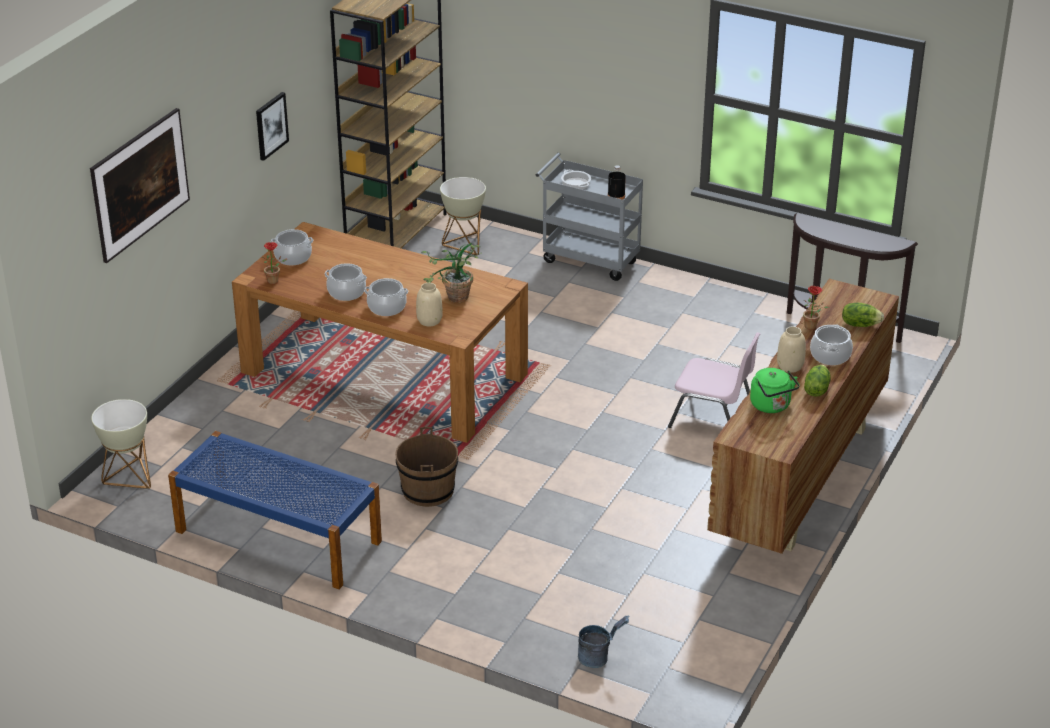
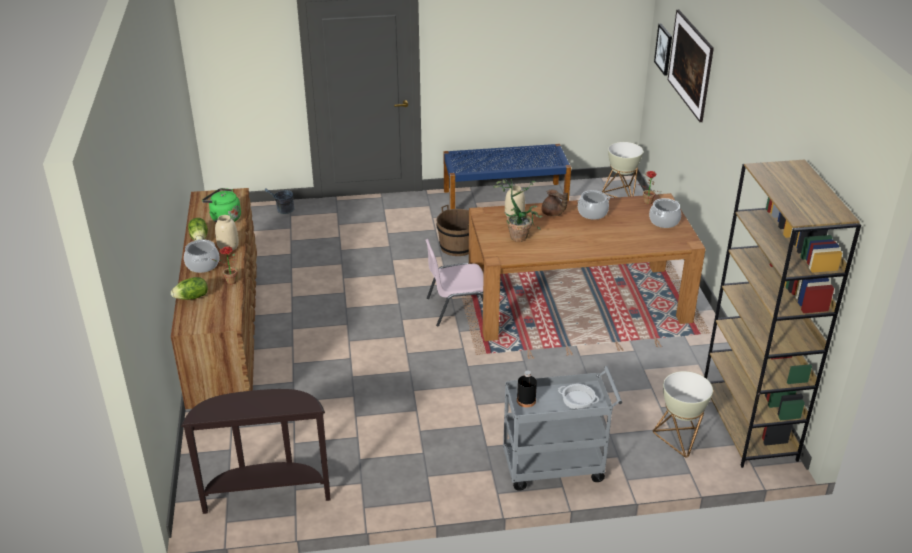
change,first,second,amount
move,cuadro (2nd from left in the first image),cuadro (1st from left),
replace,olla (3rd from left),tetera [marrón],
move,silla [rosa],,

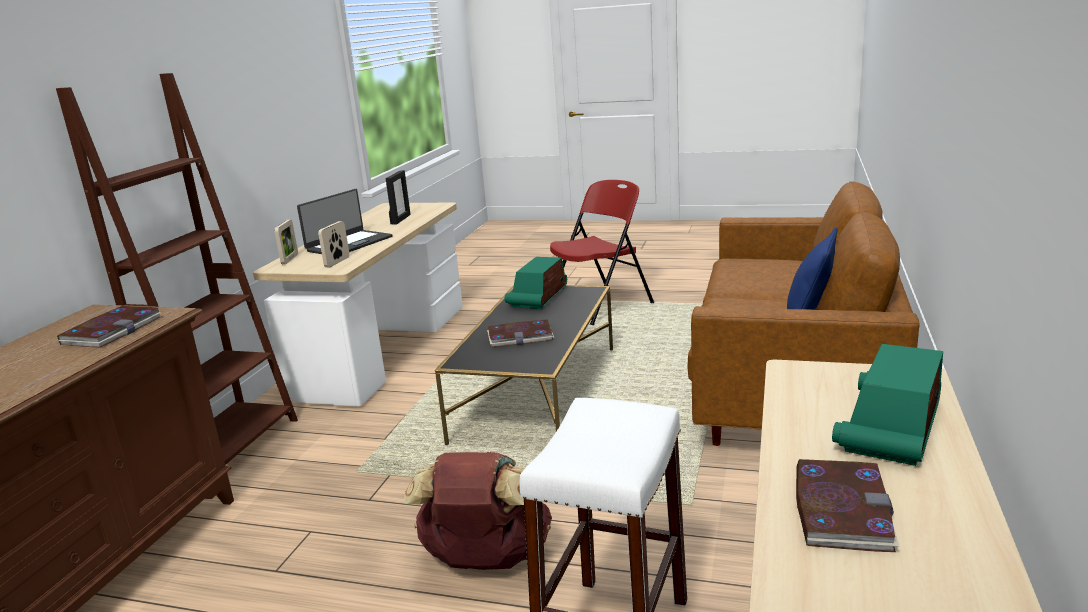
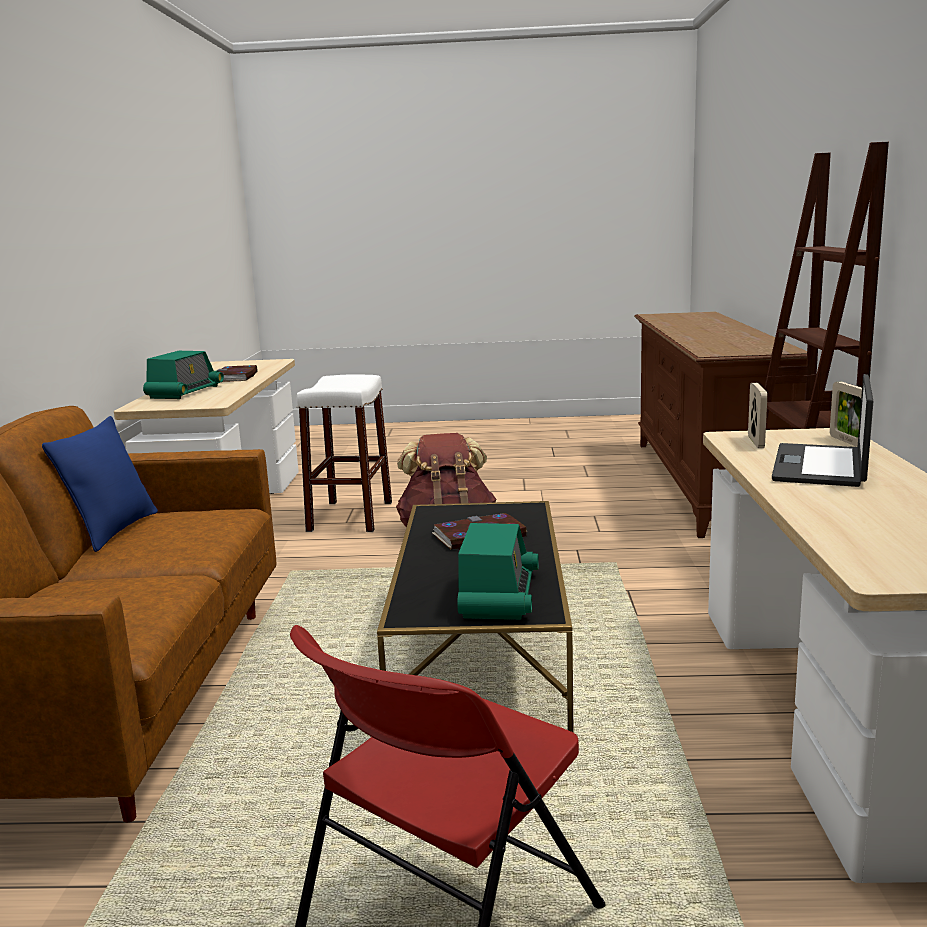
change,first,second,amount
delete,portarretratos (3rd from left),,
delete,libro (1st from left),,

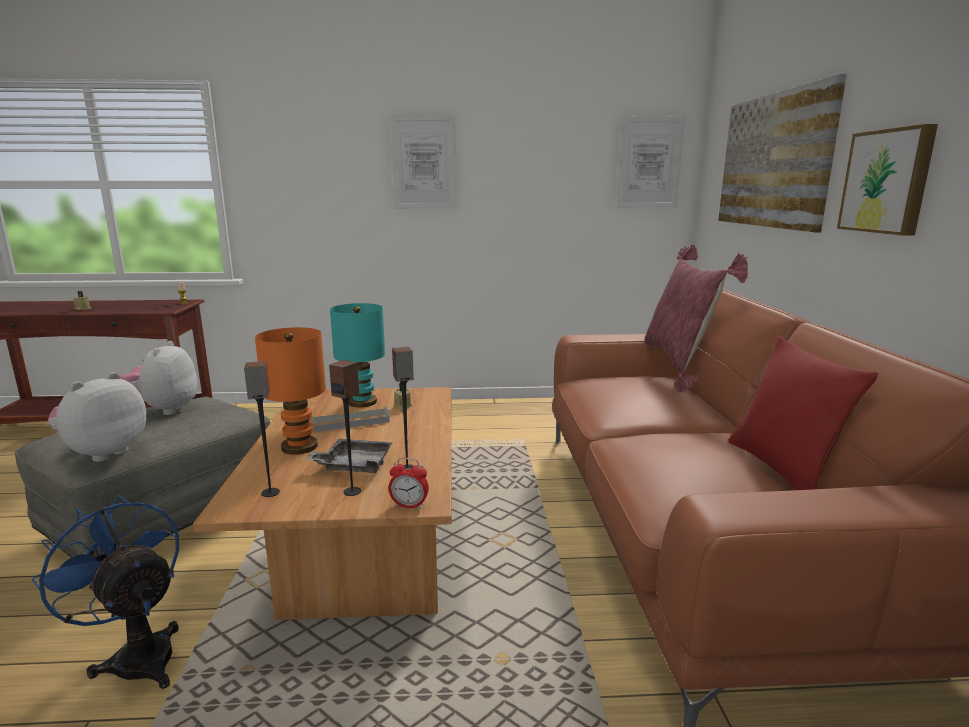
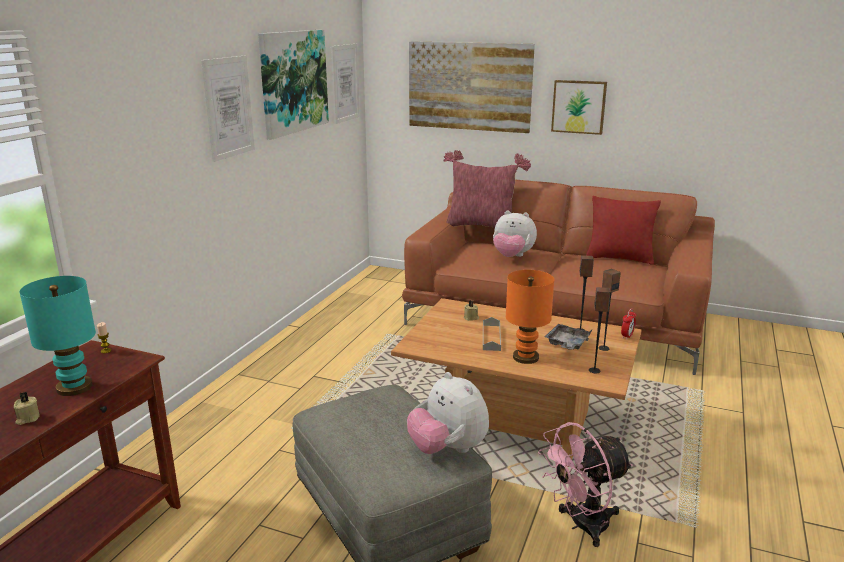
change,first,second,amount
move,lámpara de mesa [turquesa],,
move,peluche (2nd from left),,
recolor,ventilador [azul],ventilador [rosa],
insert,,cuadro (2nd from left),

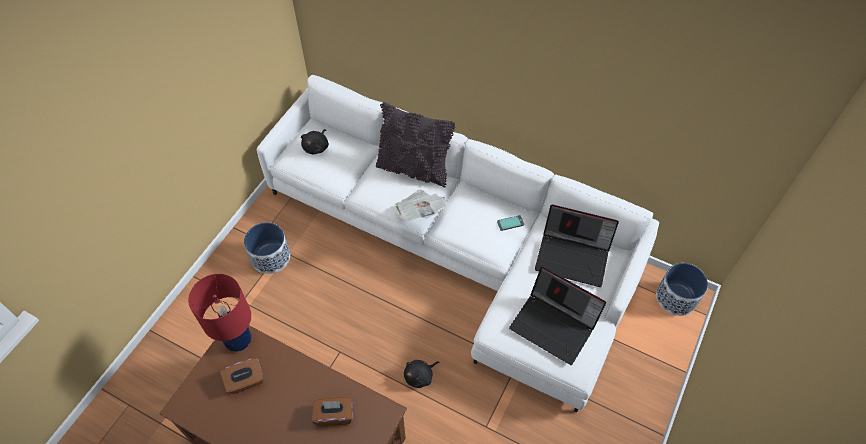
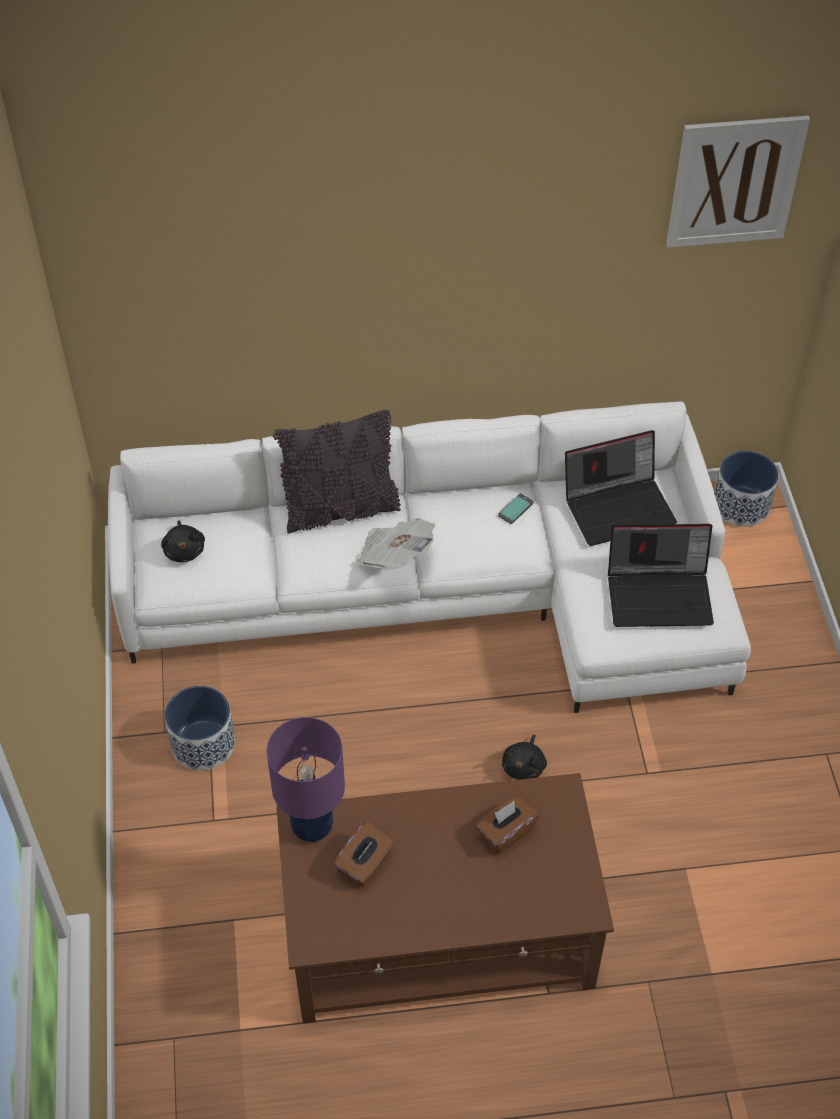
change,first,second,amount
recolor,lámpara de mesa [rojo],lámpara de mesa [morado],
insert,,cuadro,

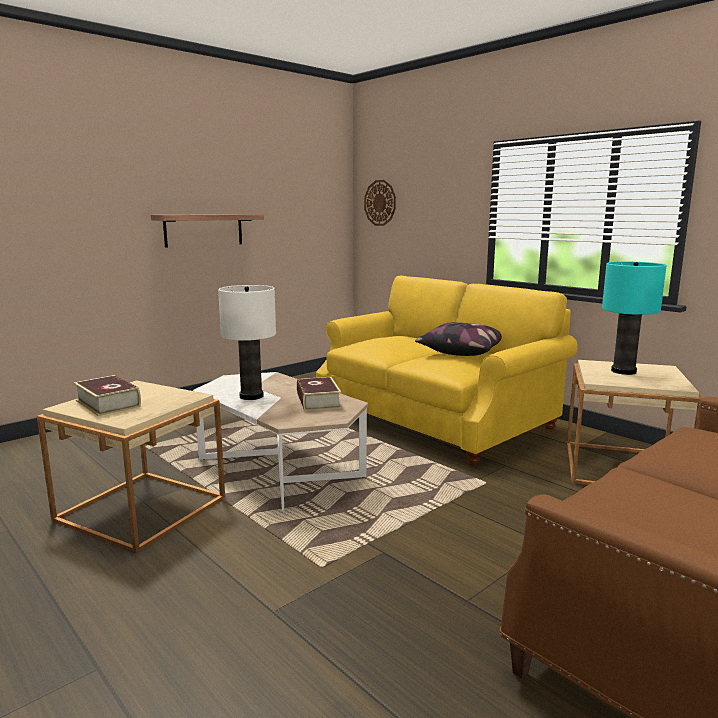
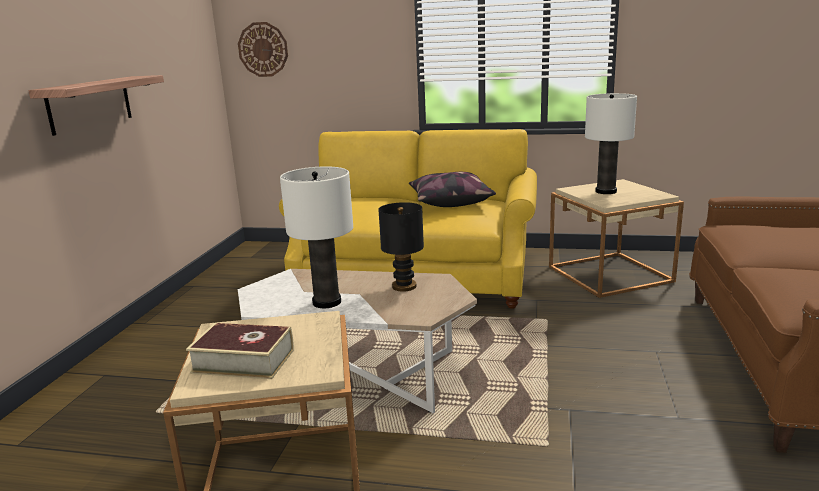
change,first,second,amount
recolor,lámpara de mesa [turquesa],lámpara de mesa [blanco] (2nd from left),
replace,libro (2nd from left),lámpara de mesa [negro],

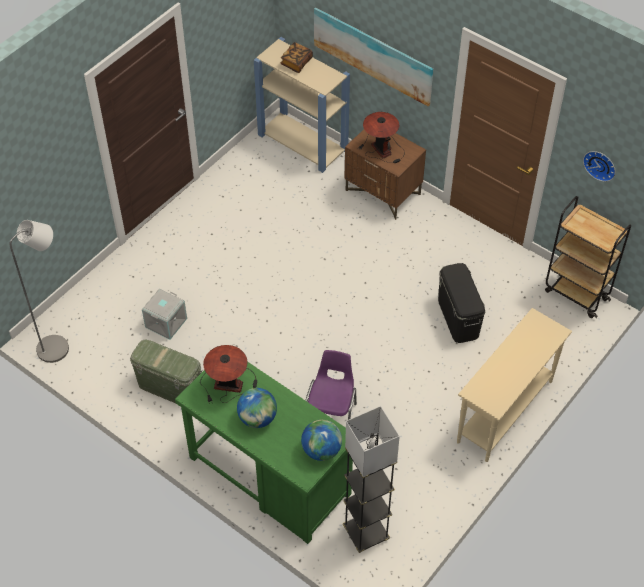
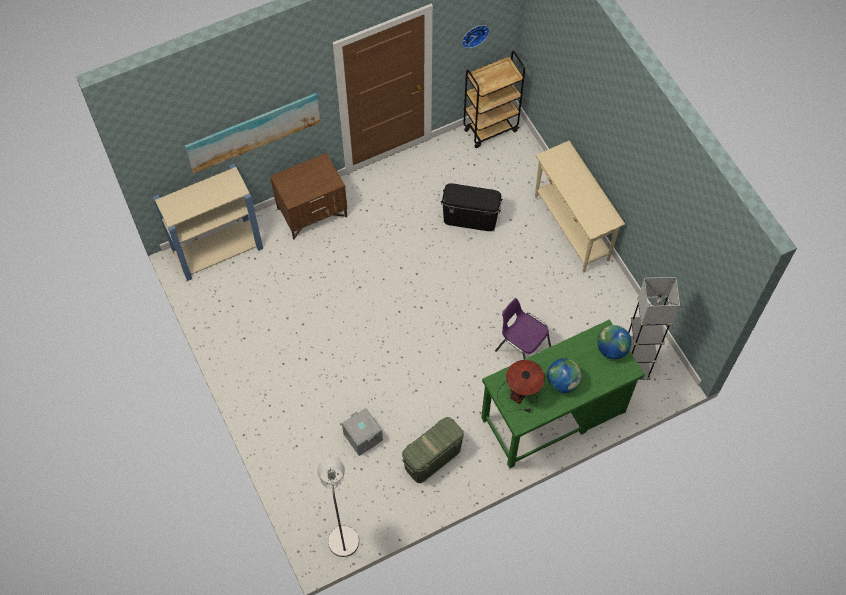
change,first,second,amount
delete,libro,,
delete,lámpara de mesa (2nd from left),,

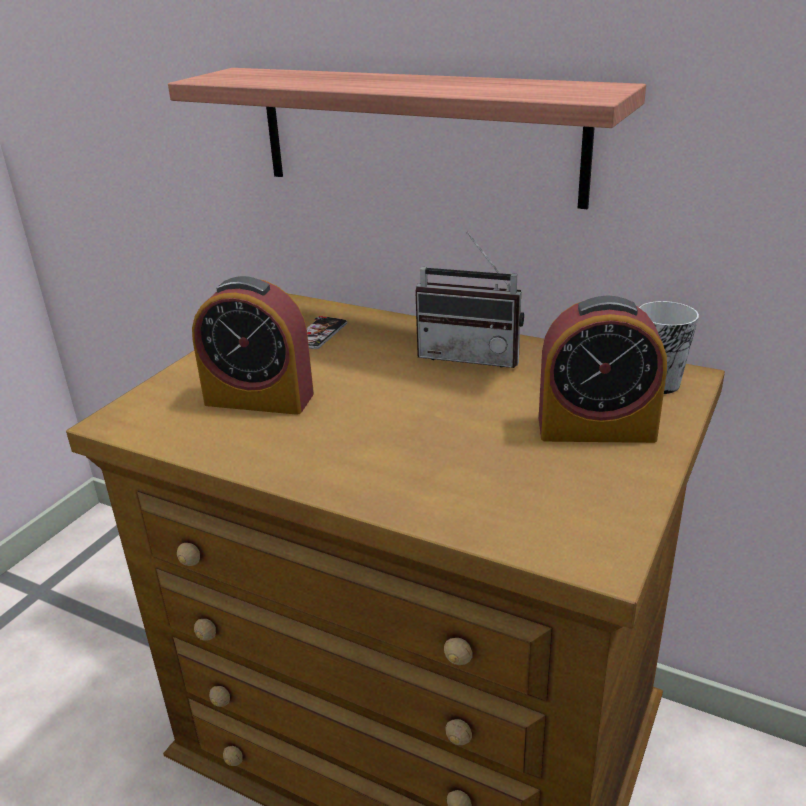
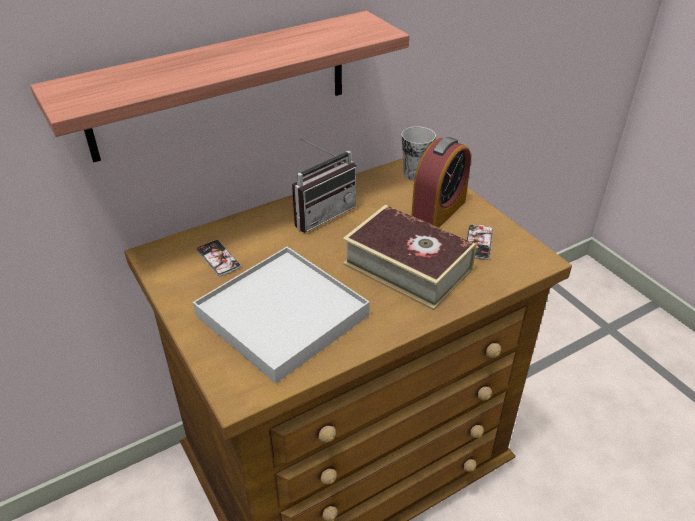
change,first,second,amount
replace,despertador (1st from left),bandeja [blanco],
insert,,libro,
insert,,móvil (2nd from left),

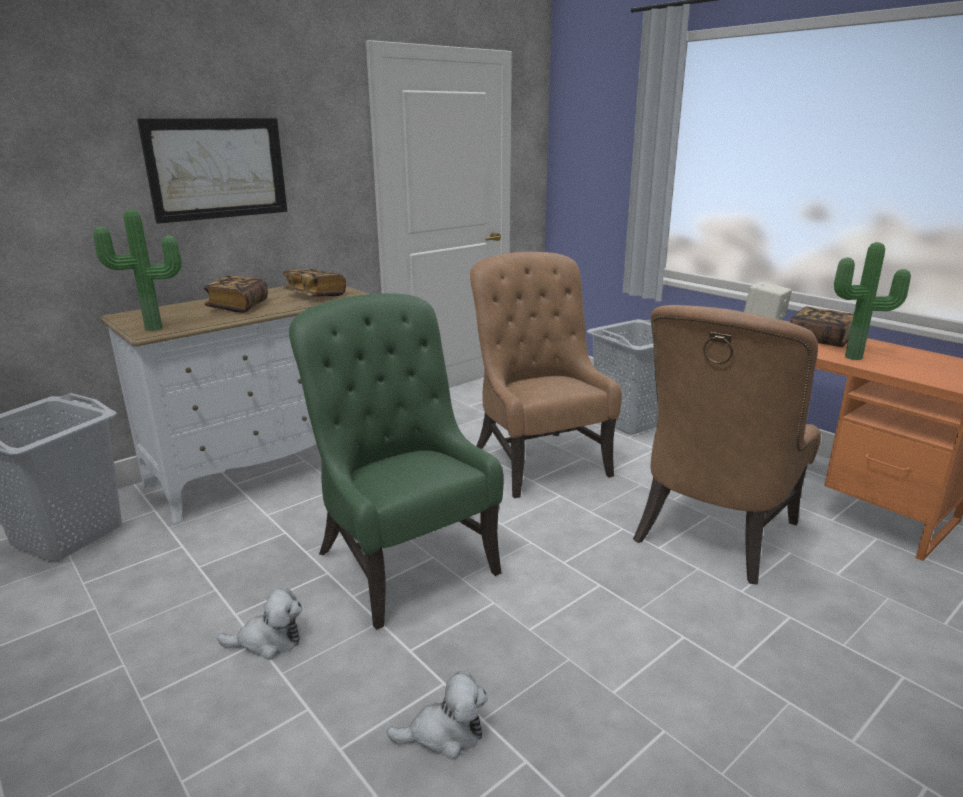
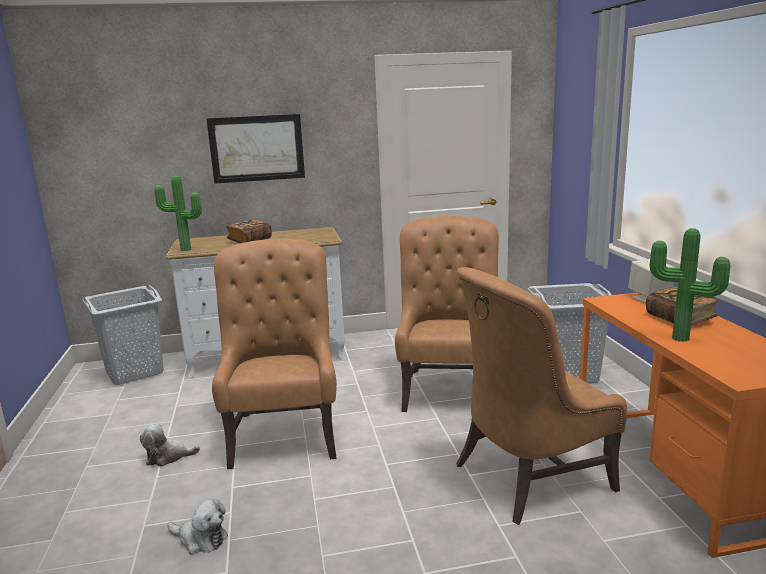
change,first,second,amount
delete,libro (2nd from left),,
recolor,silla [verde],silla [marrón] (1st from left),
rotate,peluche (1st from left),,150 degrees clockwise

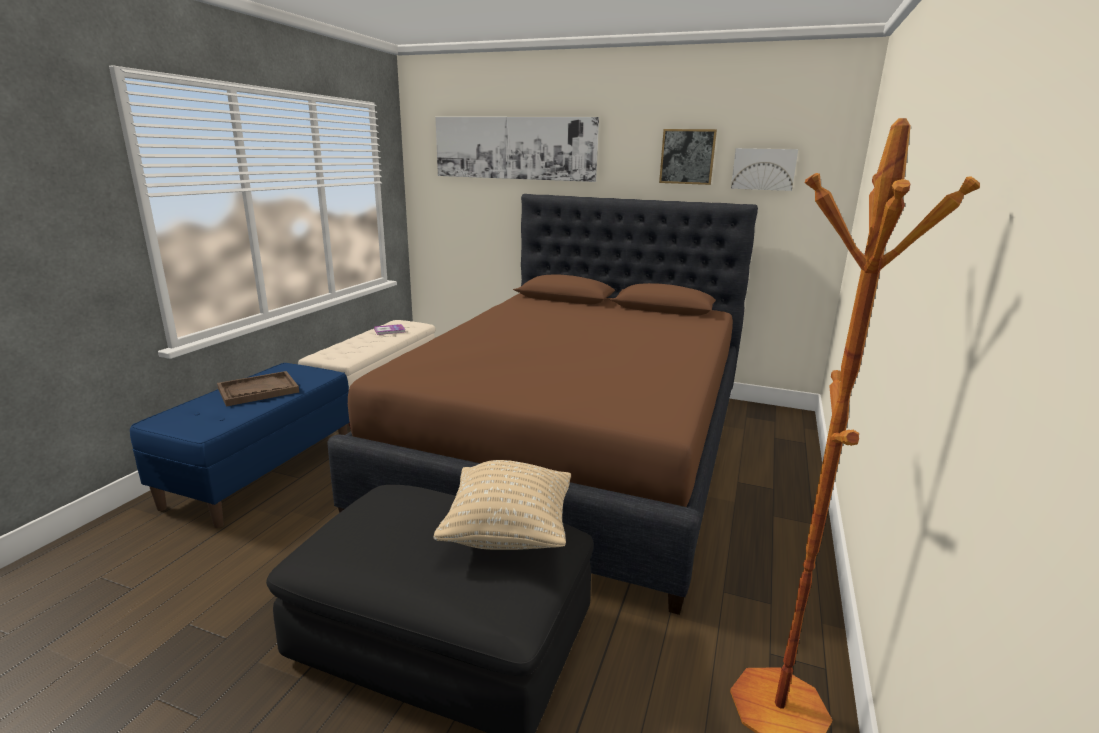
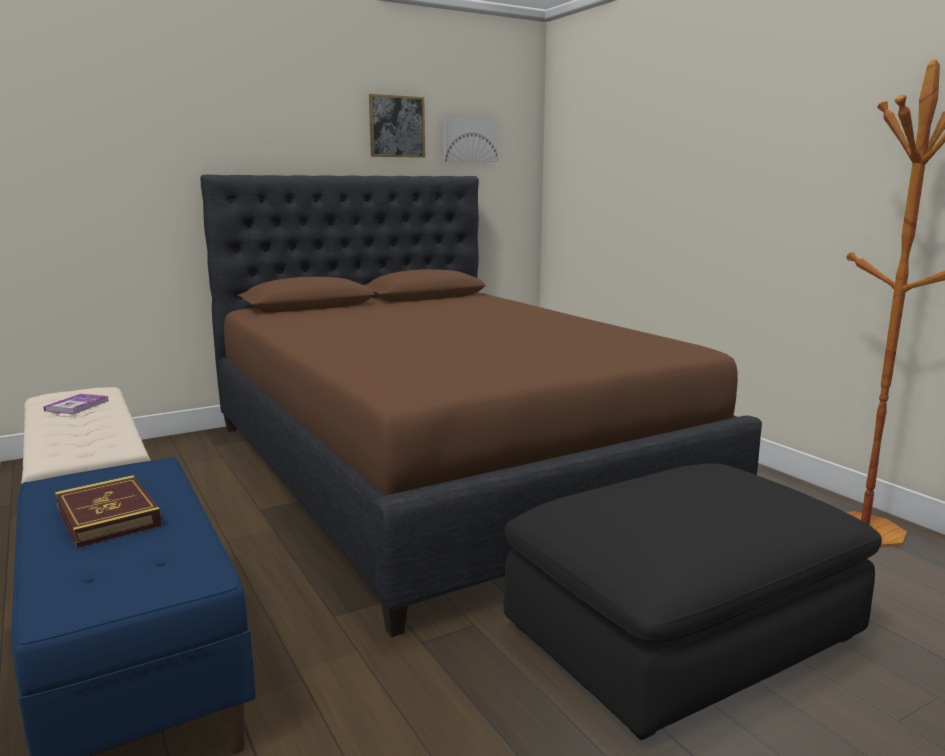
change,first,second,amount
delete,cuadro (1st from left),,
replace,bandeja [marrón],libro (2nd from left),
delete,cojín [beis],,

